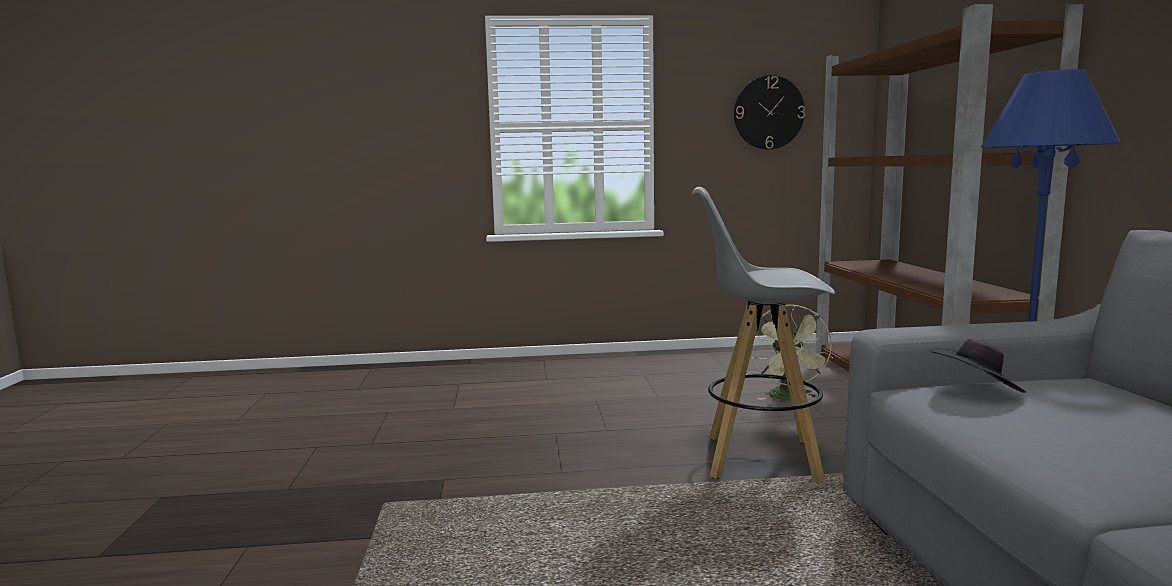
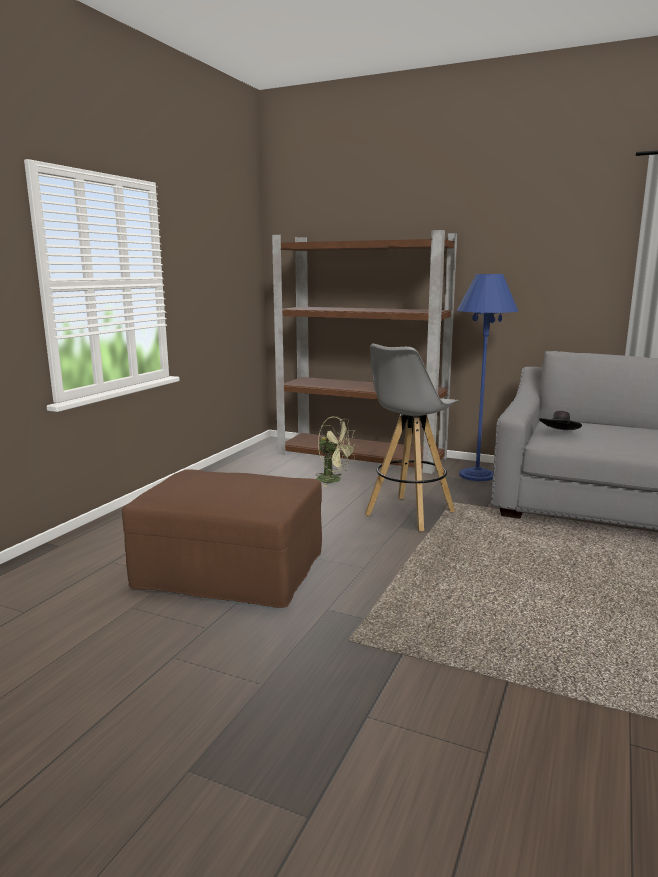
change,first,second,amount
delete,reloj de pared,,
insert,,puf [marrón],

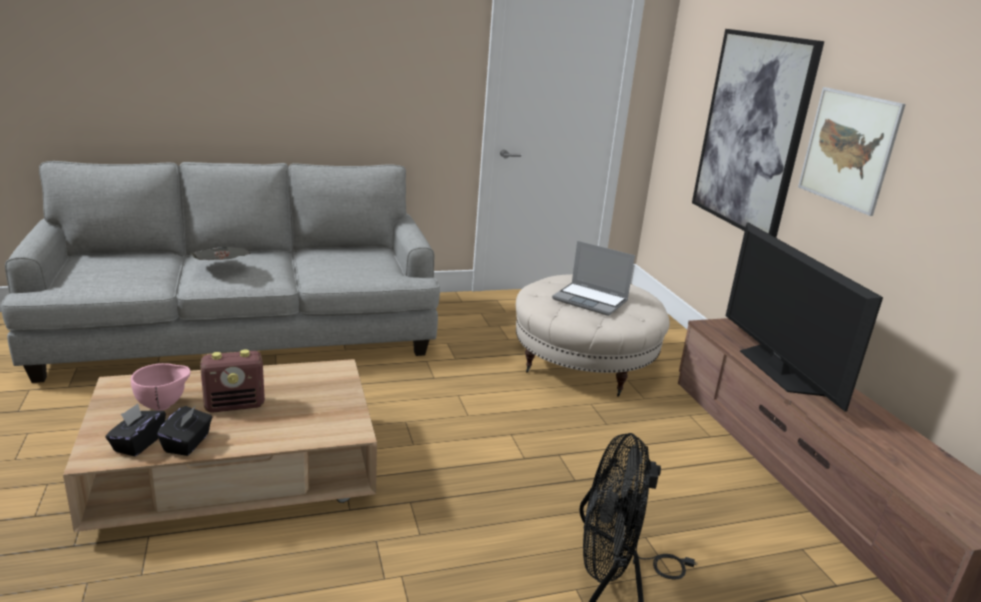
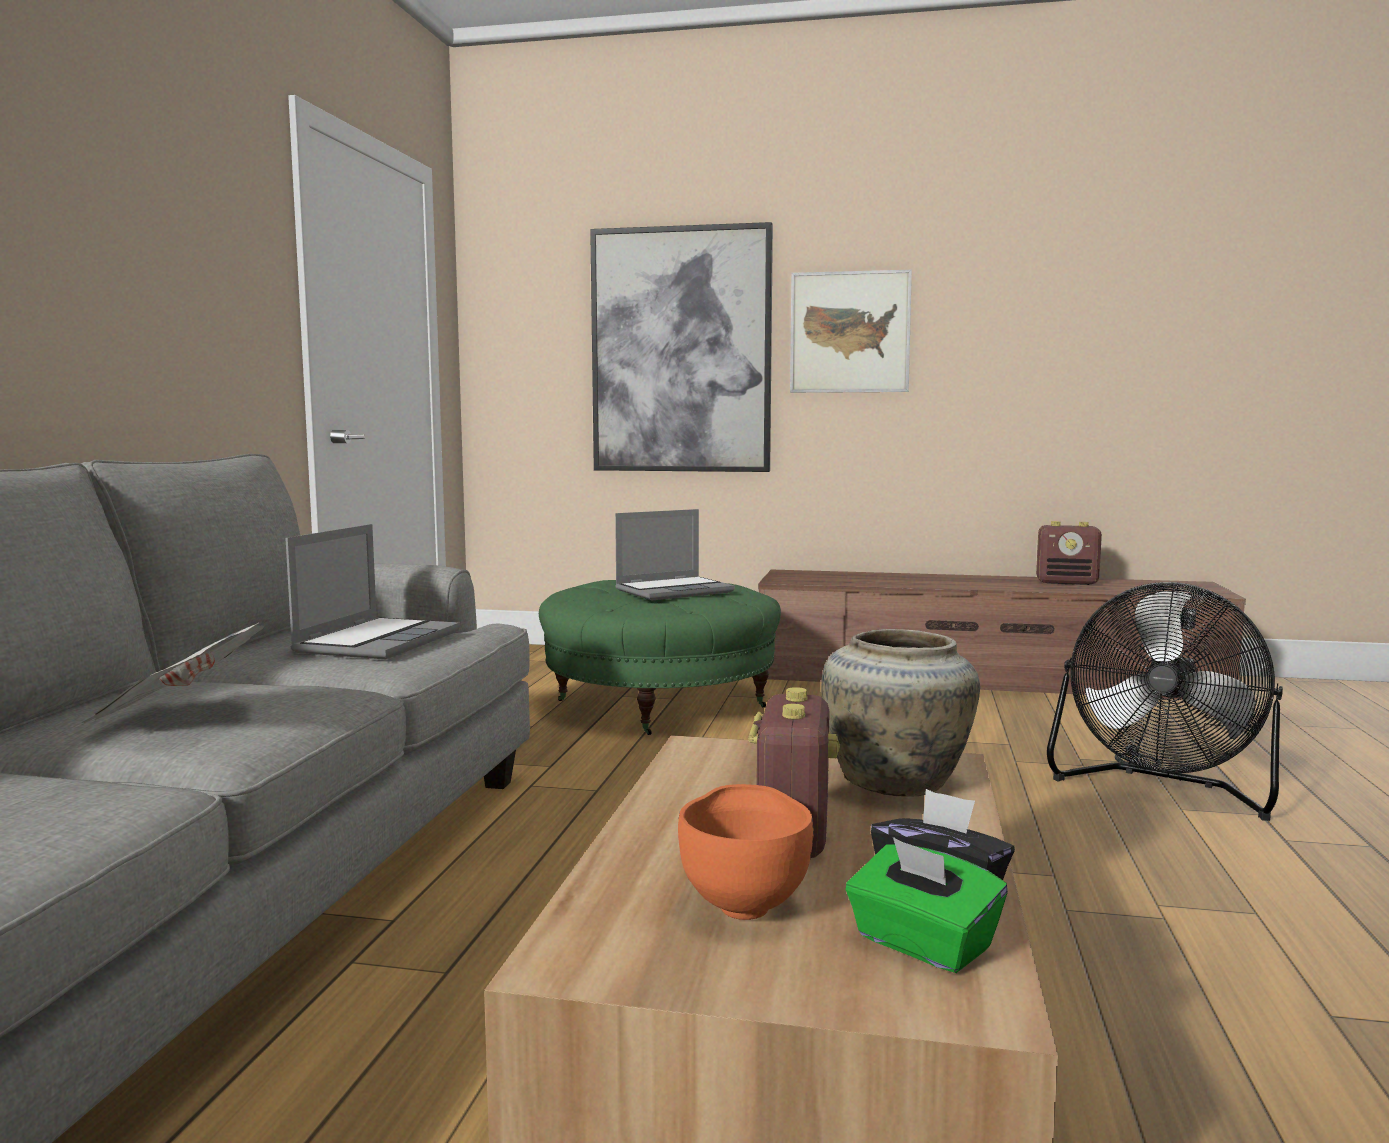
change,first,second,amount
delete,televisor,,
recolor,puf [beis],puf [verde],
recolor,cuenco [rosa],cuenco [naranja],
recolor,caja de pañuelos [negro] (1st from left),caja de pañuelos [verde],
insert,,radio (2nd from left),
insert,,portátil (1st from left),
insert,,florero [beis],

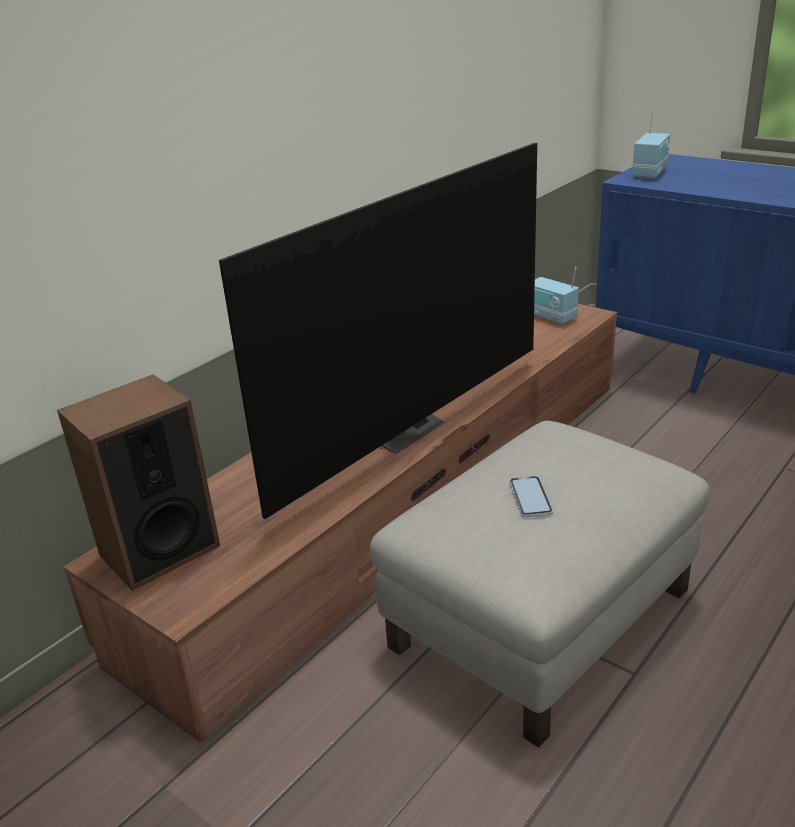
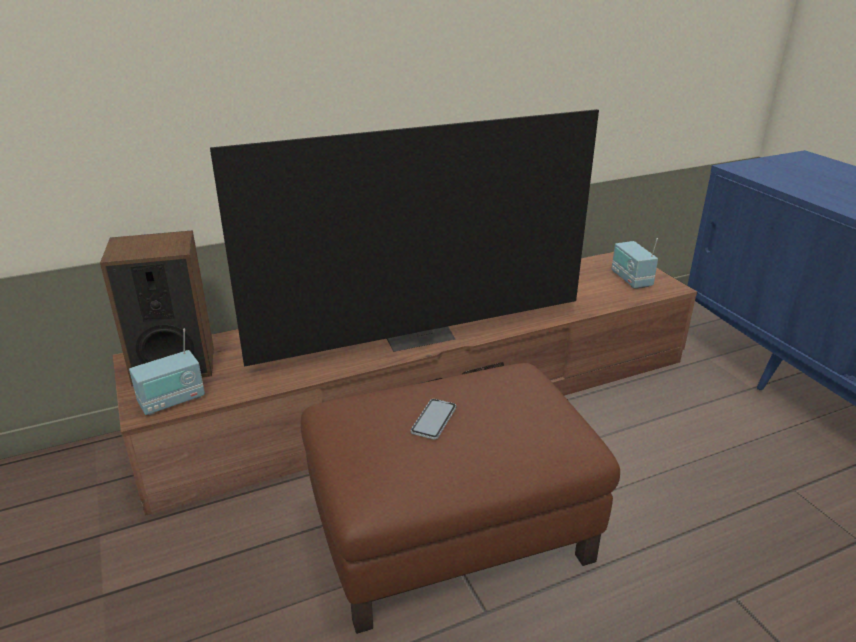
change,first,second,amount
move,radio (2nd from left in the first image),radio (1st from left),
recolor,puf [gris],puf [marrón],

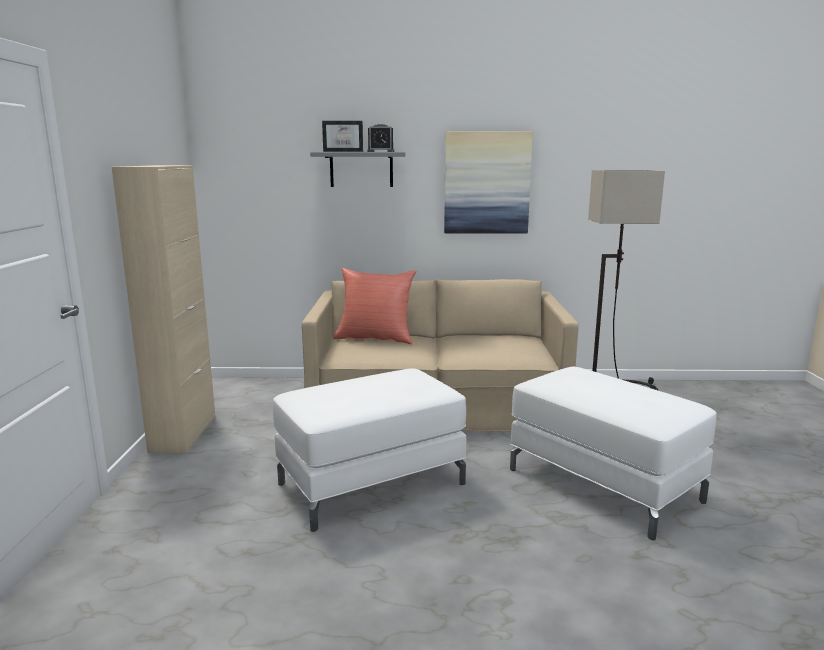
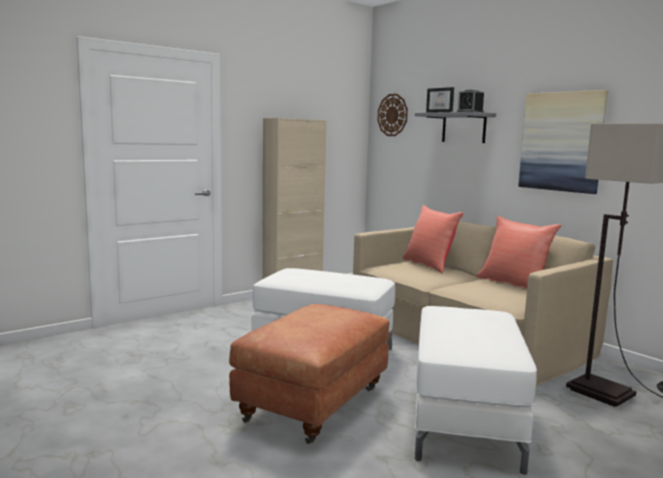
change,first,second,amount
insert,,reloj de pared,
insert,,cojín [rojo] (2nd from left),
insert,,puf [marrón],

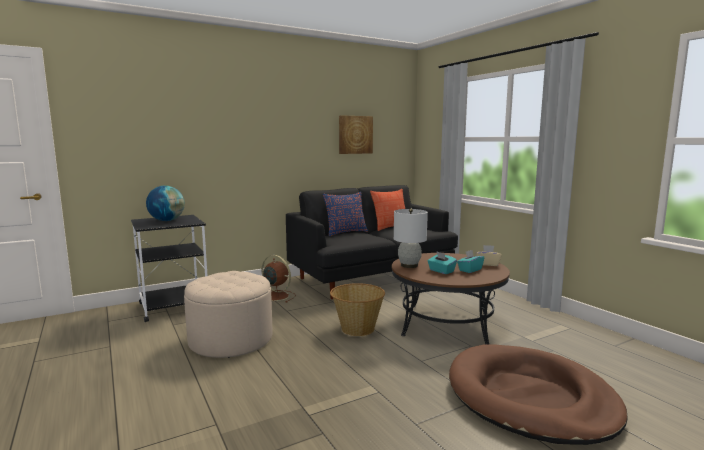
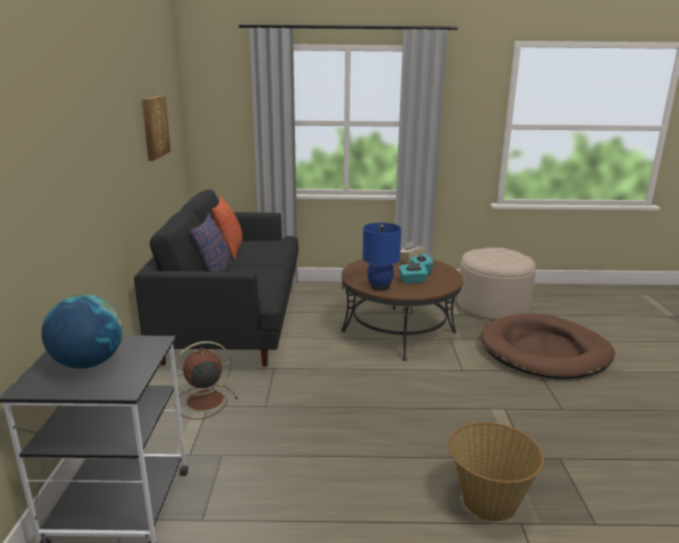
change,first,second,amount
recolor,lámpara de mesa [blanco],lámpara de mesa [azul],
move,puf [beis],,
move,cesta,,

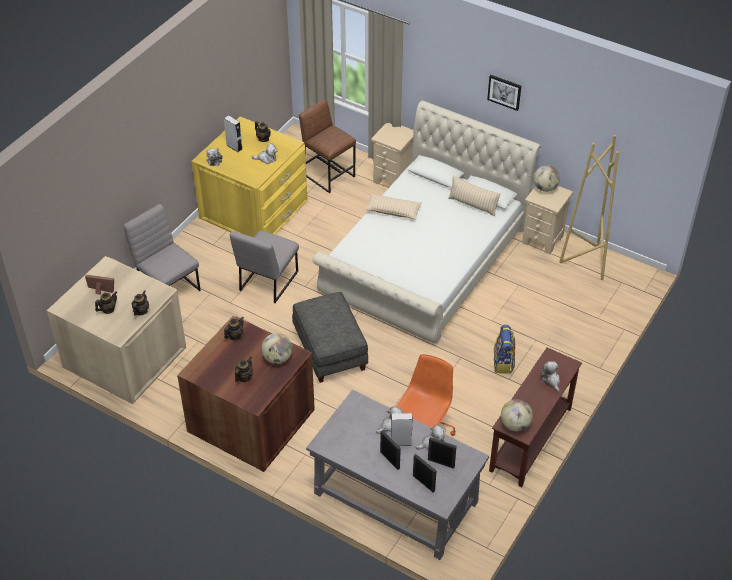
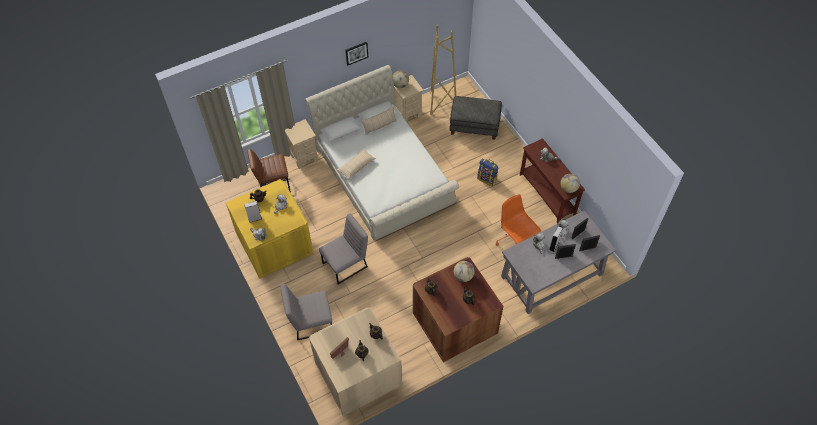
change,first,second,amount
rotate,silla [gris] (2nd from left),,90 degrees counterclockwise
move,puf [gris],,

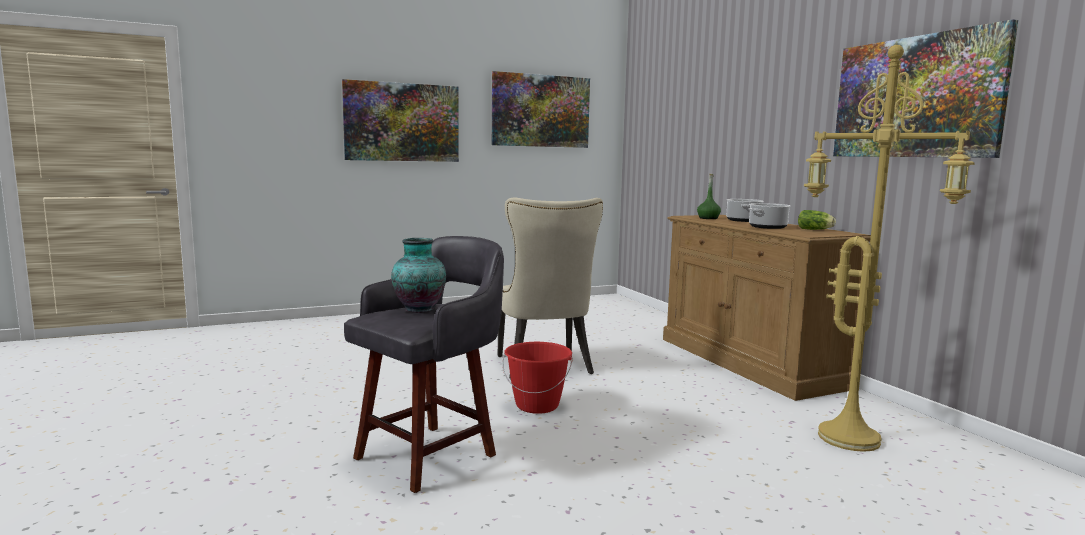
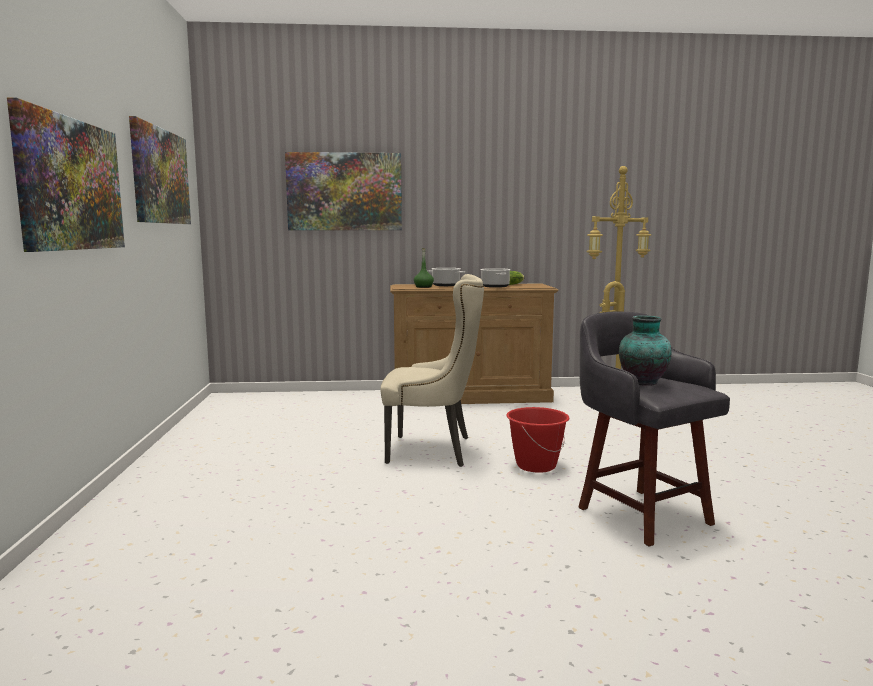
change,first,second,amount
move,cuadro (3rd from left),,

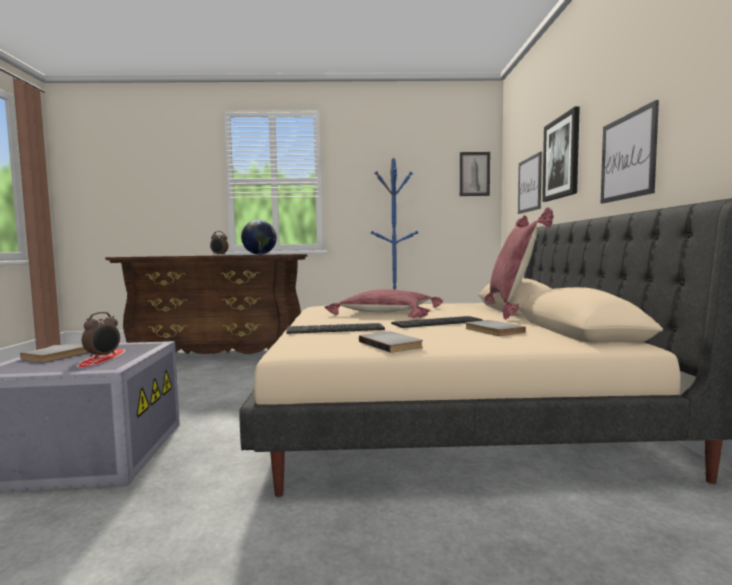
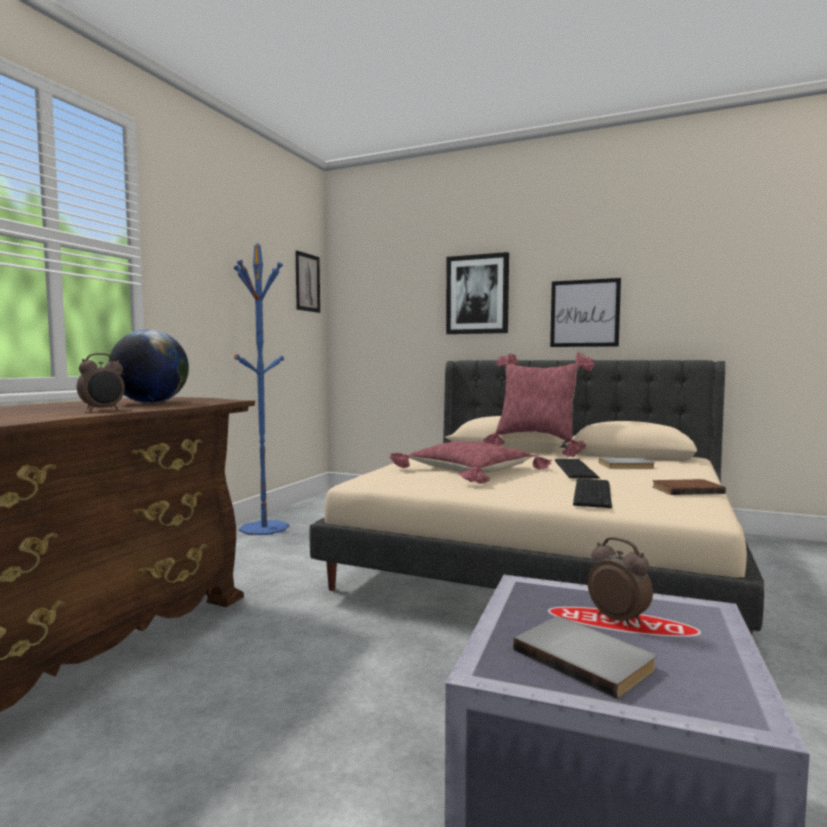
change,first,second,amount
delete,cuadro (2nd from left),,
recolor,libro [gris] (2nd from left),libro [marrón],

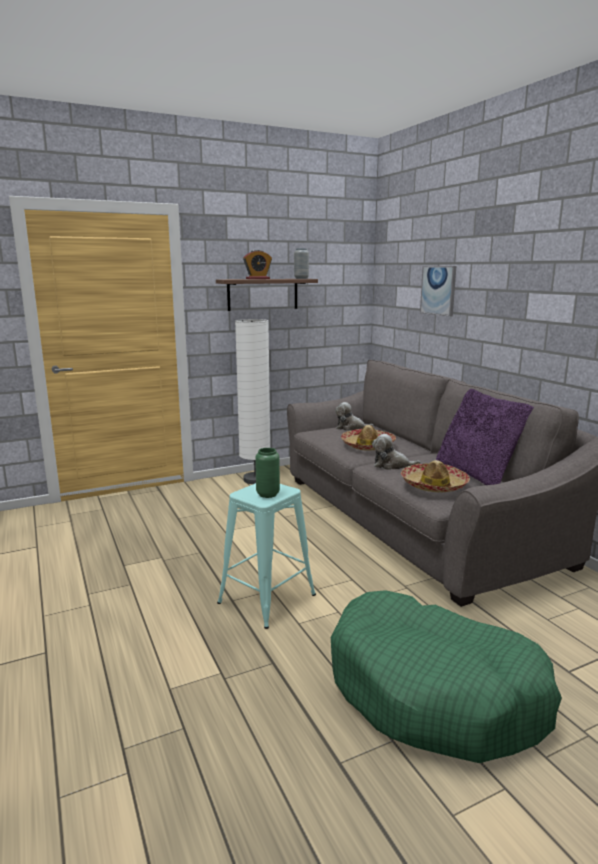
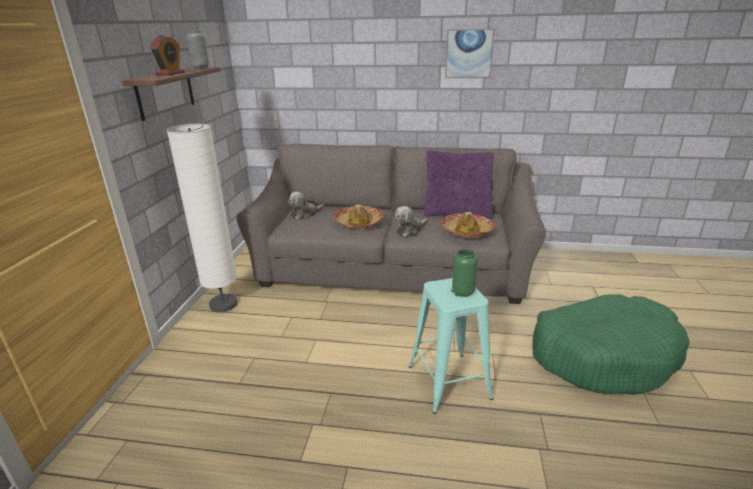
change,first,second,amount
move,cuadro,,

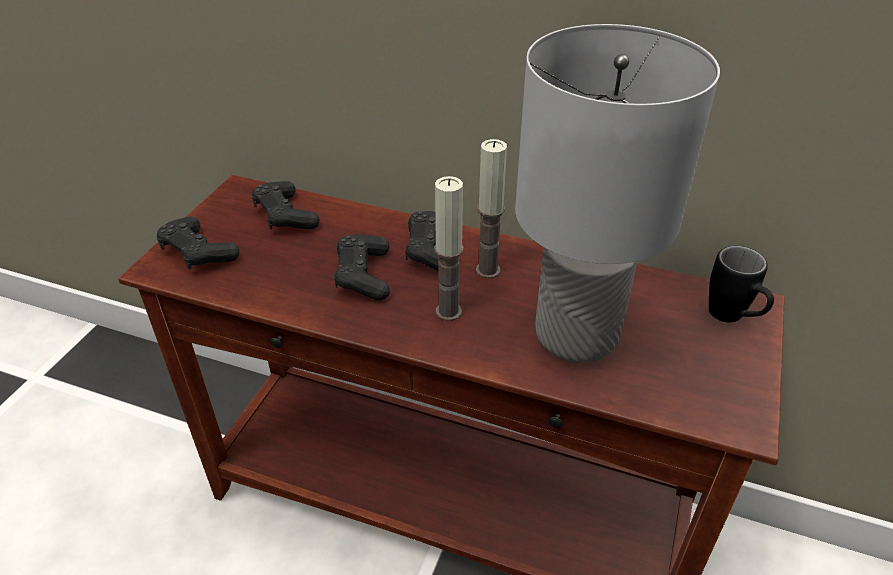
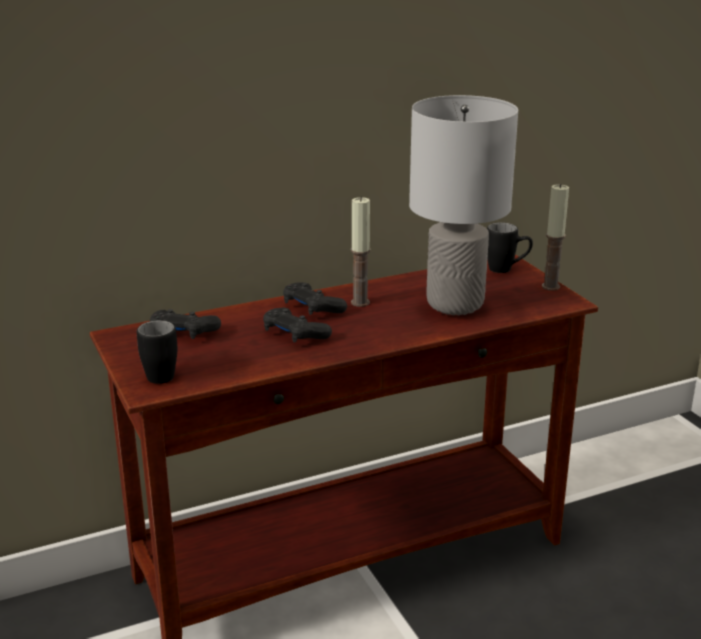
change,first,second,amount
move,vela (1st from left in the first image),vela (2nd from left),
replace,mando de consola [negro] (1st from left),taza grande [negro] (1st from left),

